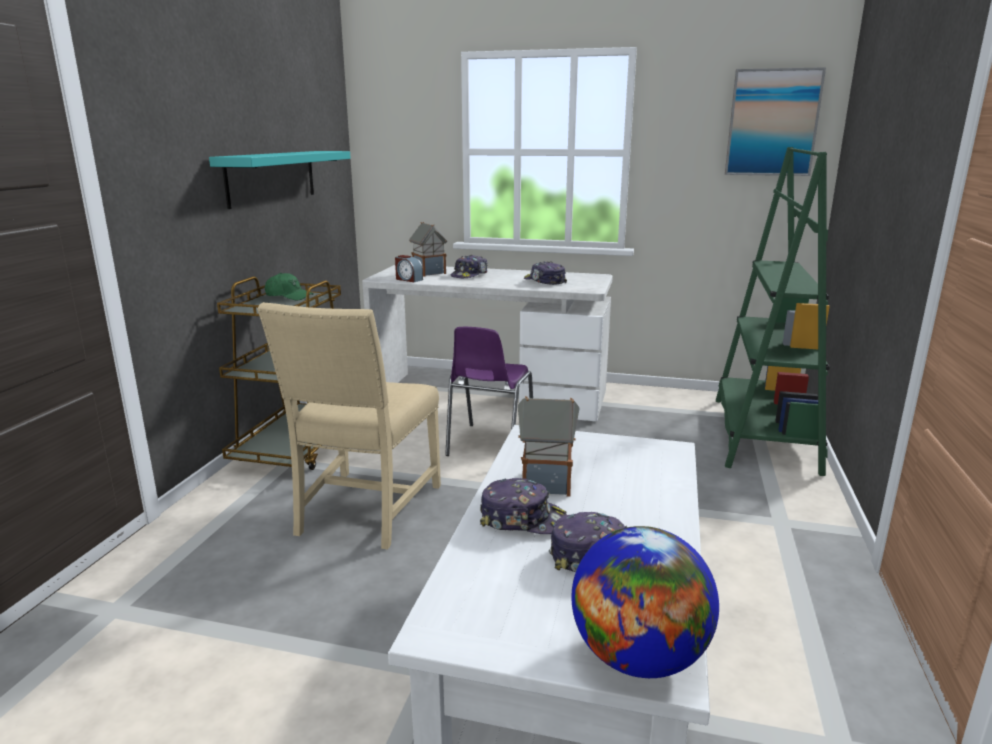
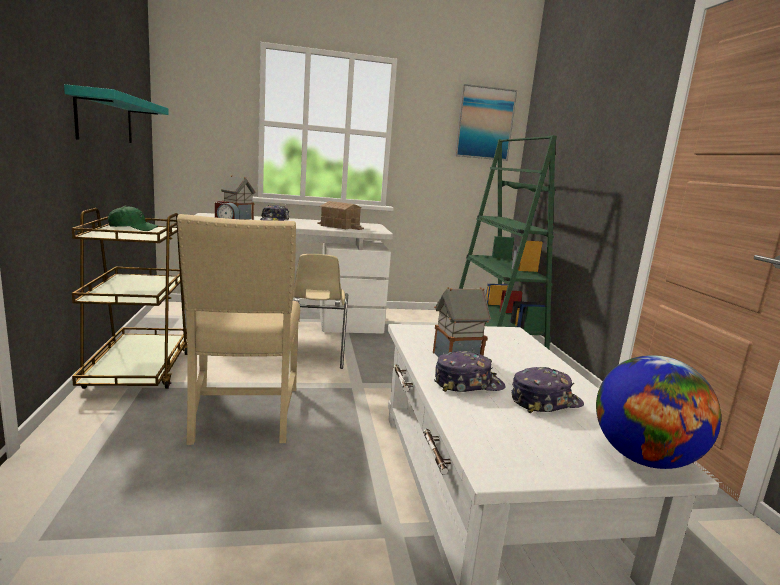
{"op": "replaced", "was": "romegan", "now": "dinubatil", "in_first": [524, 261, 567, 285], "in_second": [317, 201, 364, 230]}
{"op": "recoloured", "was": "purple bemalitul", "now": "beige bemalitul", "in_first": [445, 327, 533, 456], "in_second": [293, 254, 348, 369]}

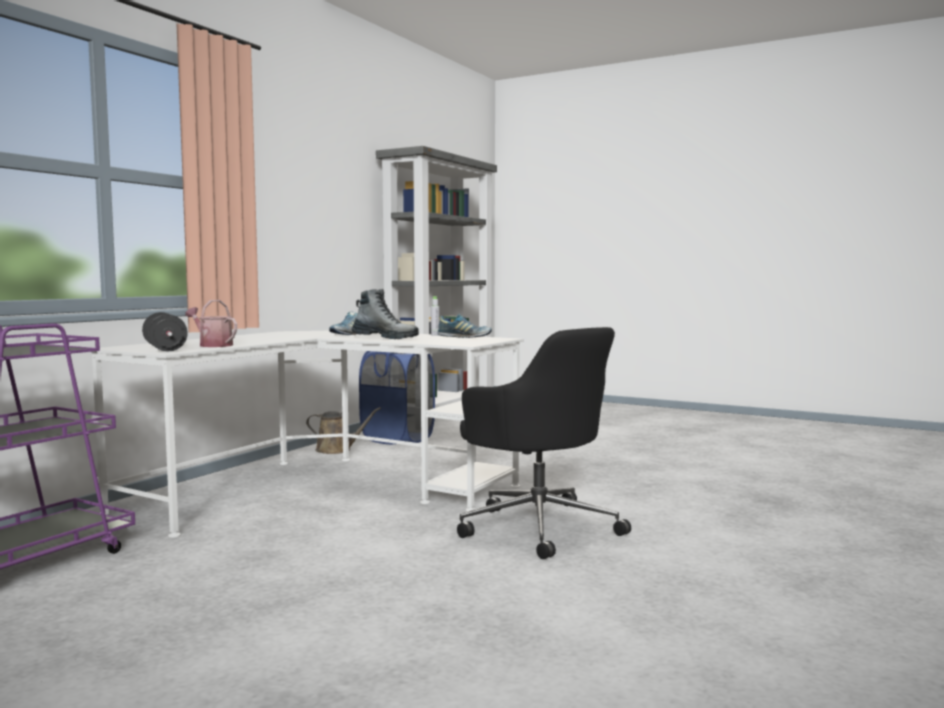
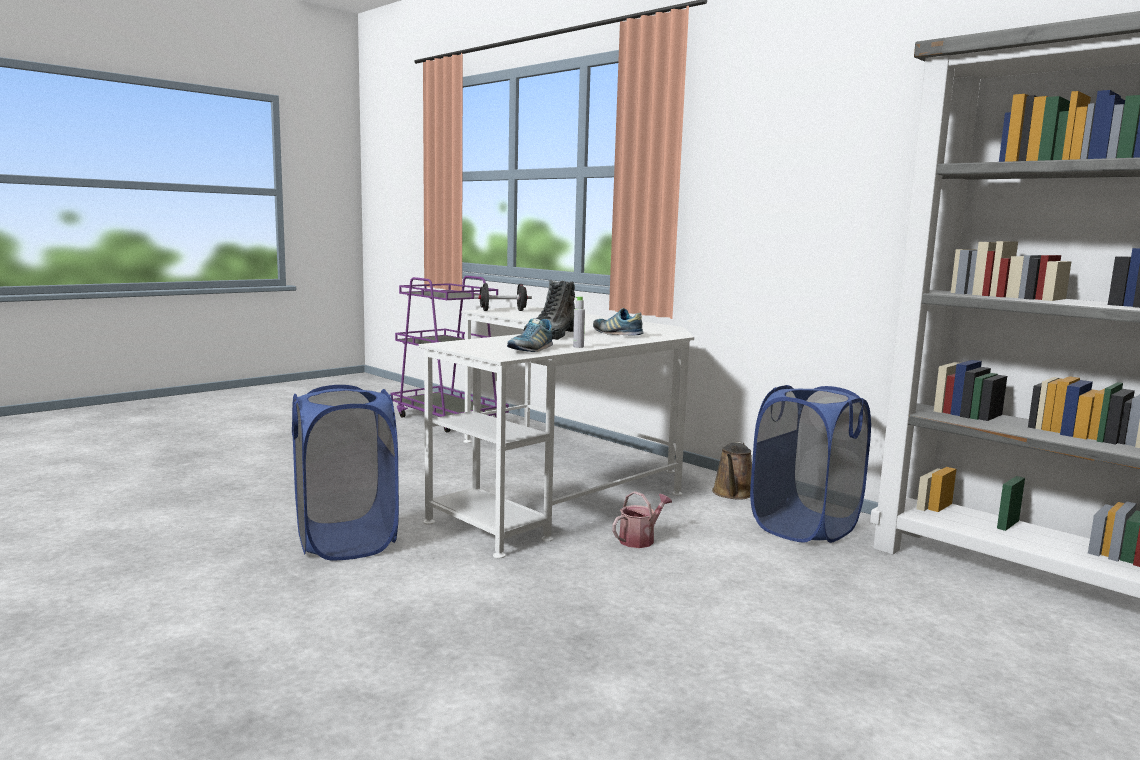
{"op": "moved", "was": "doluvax", "in_first": [185, 300, 237, 347], "in_second": [612, 491, 672, 548]}
{"op": "replaced", "was": "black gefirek", "now": "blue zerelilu", "in_first": [457, 327, 631, 559], "in_second": [292, 385, 399, 560]}

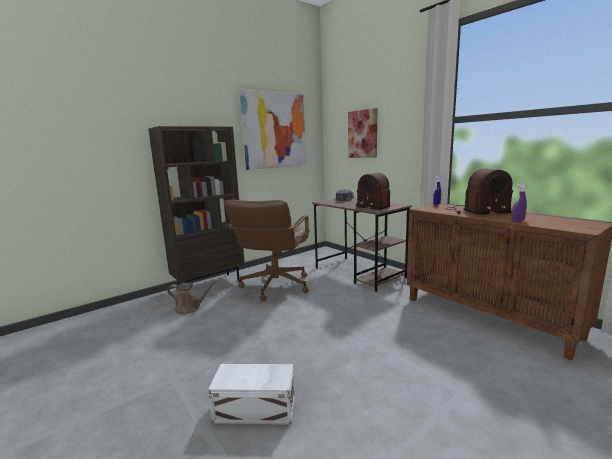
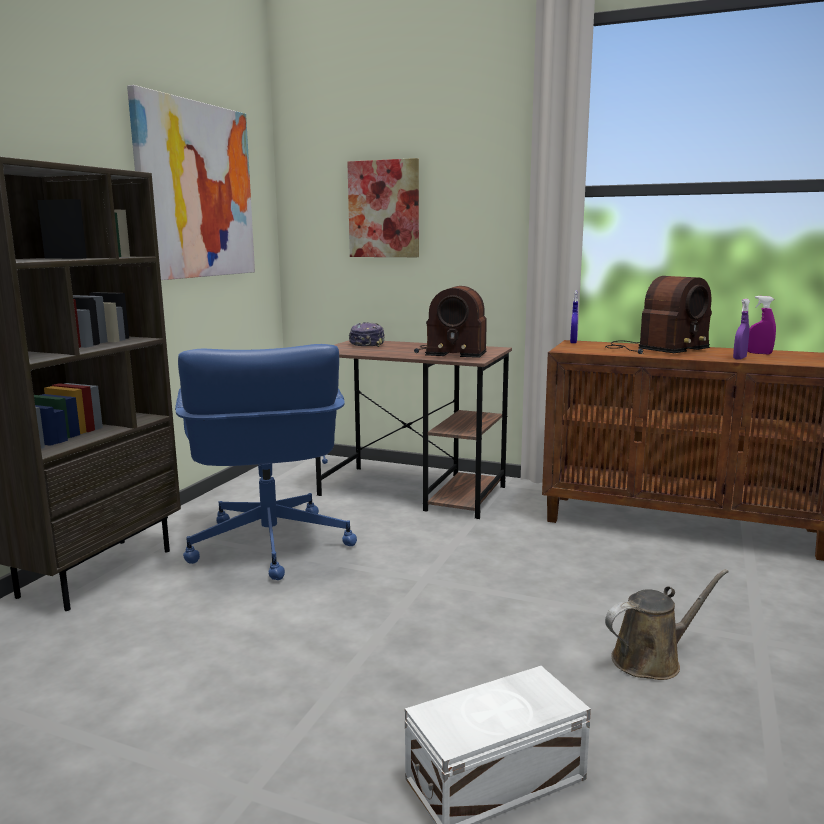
{"op": "added", "now": "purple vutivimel", "in_second": [748, 296, 776, 354]}
{"op": "moved", "was": "brown doluvax", "in_first": [167, 281, 216, 314], "in_second": [605, 569, 729, 680]}
{"op": "recoloured", "was": "brown gefirek", "now": "blue gefirek", "in_first": [224, 200, 310, 301], "in_second": [175, 344, 357, 580]}

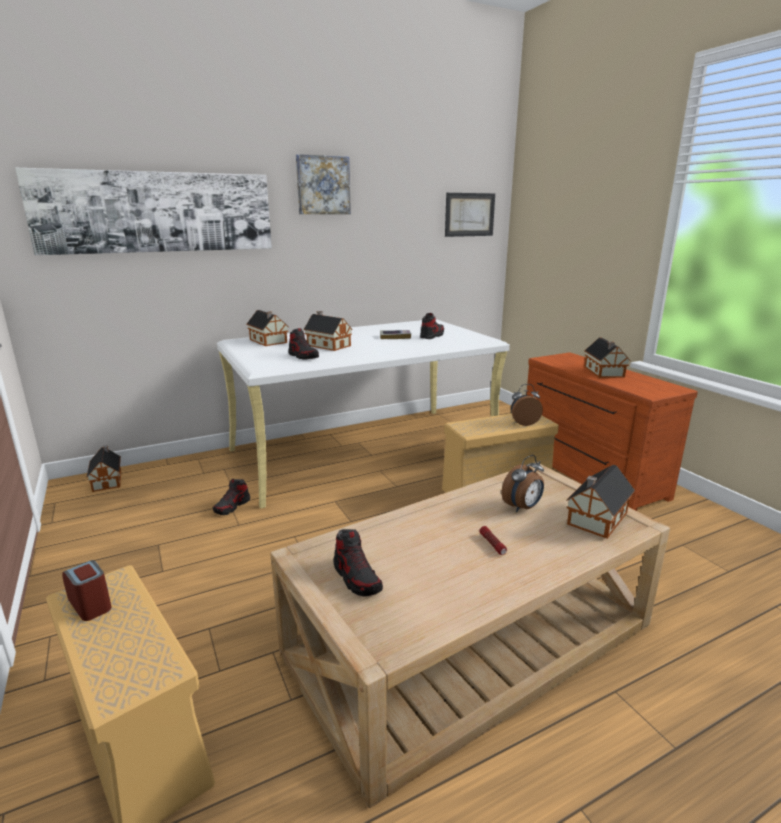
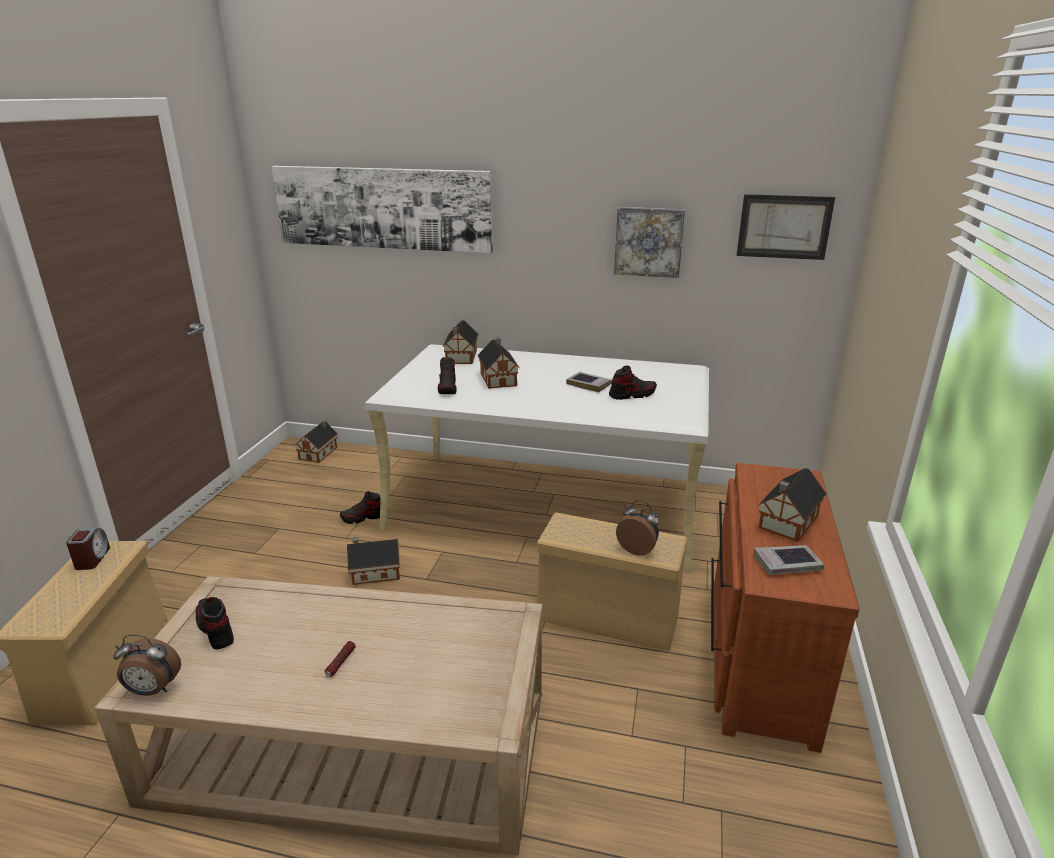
{"op": "added", "now": "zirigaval", "in_second": [753, 545, 824, 575]}
{"op": "moved", "was": "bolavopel", "in_first": [296, 154, 351, 214], "in_second": [614, 207, 685, 278]}
{"op": "moved", "was": "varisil", "in_first": [502, 455, 544, 512], "in_second": [113, 634, 181, 696]}
{"op": "moved", "was": "dinubatil", "in_first": [566, 465, 635, 539], "in_second": [347, 537, 400, 585]}
{"op": "turned", "was": "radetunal", "in_first": [333, 529, 383, 597], "in_second": [196, 597, 234, 650], "clockwise": 135}

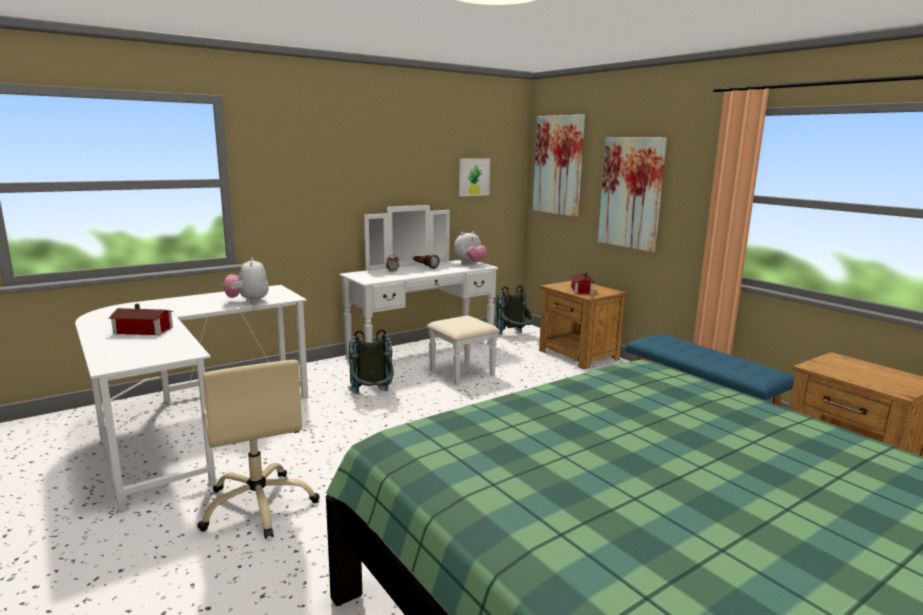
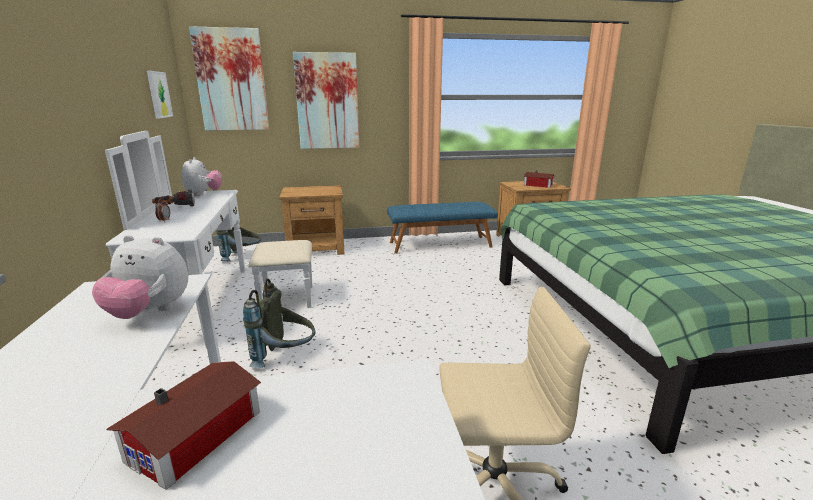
{"op": "moved", "was": "dinubatil", "in_first": [570, 273, 595, 294], "in_second": [524, 170, 554, 188]}

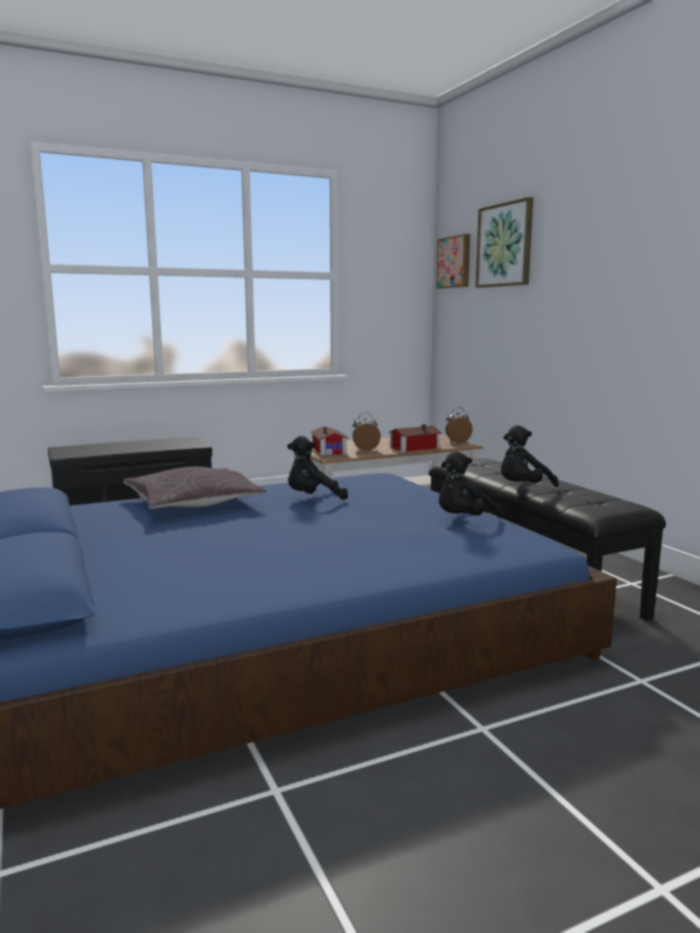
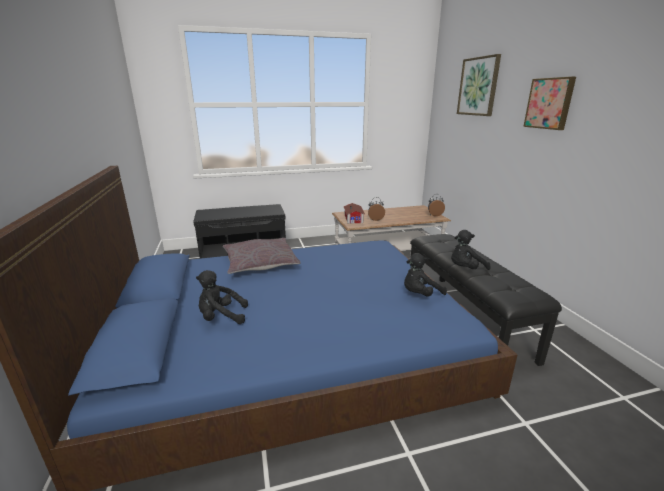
{"op": "removed", "was": "dinubatil", "in_first": [388, 424, 442, 452]}
{"op": "moved", "was": "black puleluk", "in_first": [287, 436, 348, 500], "in_second": [196, 270, 248, 324]}
{"op": "moved", "was": "bolavopel", "in_first": [436, 234, 470, 289], "in_second": [523, 77, 576, 130]}

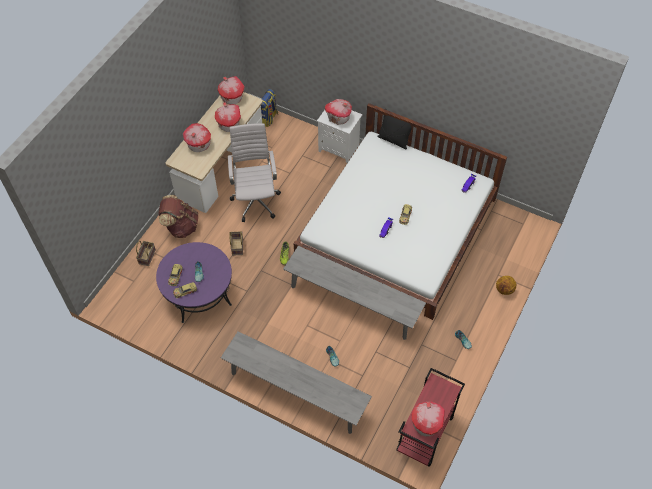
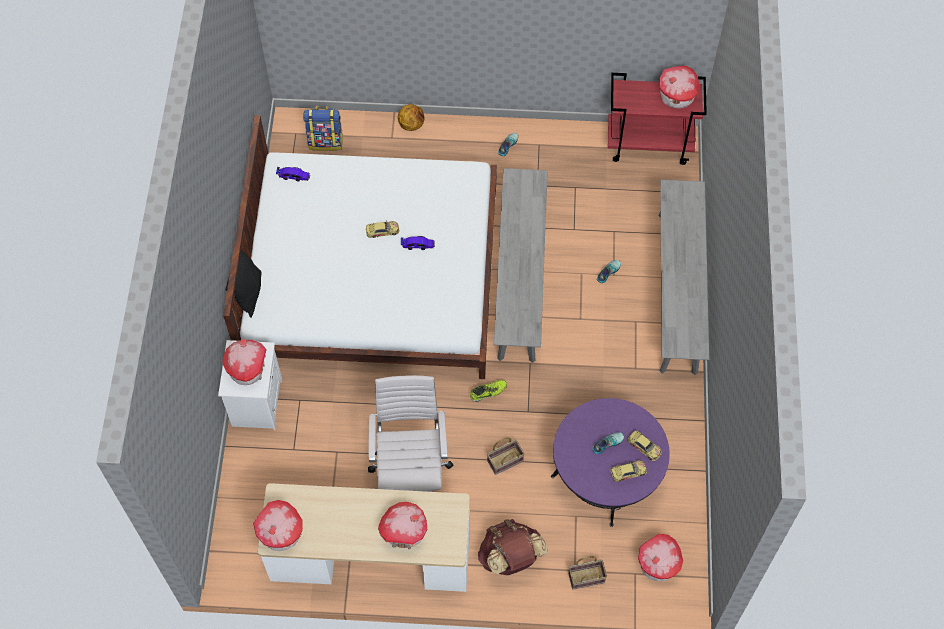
{"op": "moved", "was": "dinubatil", "in_first": [215, 102, 241, 132], "in_second": [638, 534, 683, 581]}
{"op": "moved", "was": "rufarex", "in_first": [261, 89, 278, 127], "in_second": [303, 106, 343, 151]}
{"op": "turned", "was": "white gefirek", "in_first": [228, 123, 281, 222], "in_second": [368, 375, 454, 492], "clockwise": 120}

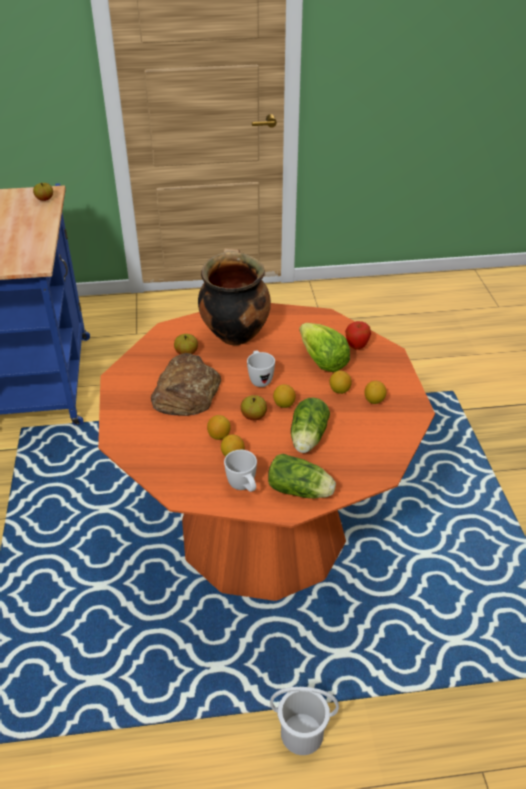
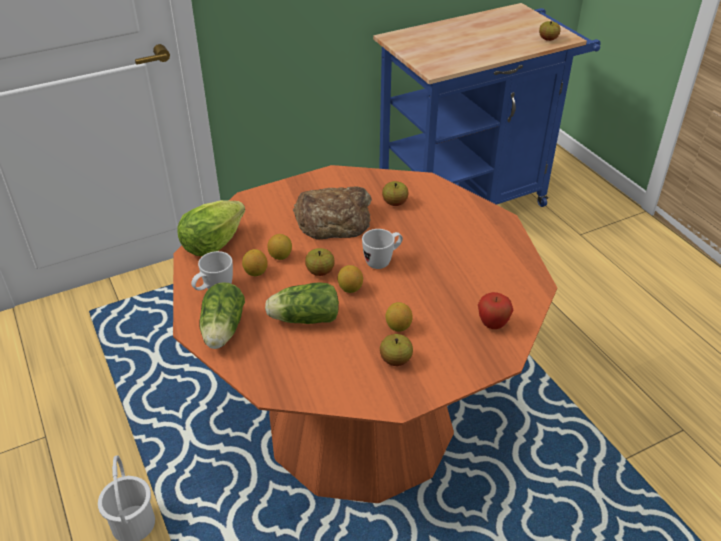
{"op": "removed", "was": "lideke", "in_first": [198, 248, 271, 345]}
{"op": "moved", "was": "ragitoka", "in_first": [299, 323, 350, 372], "in_second": [177, 200, 245, 256]}
{"op": "replaced", "was": "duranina", "now": "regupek", "in_first": [364, 381, 387, 404], "in_second": [380, 334, 413, 366]}

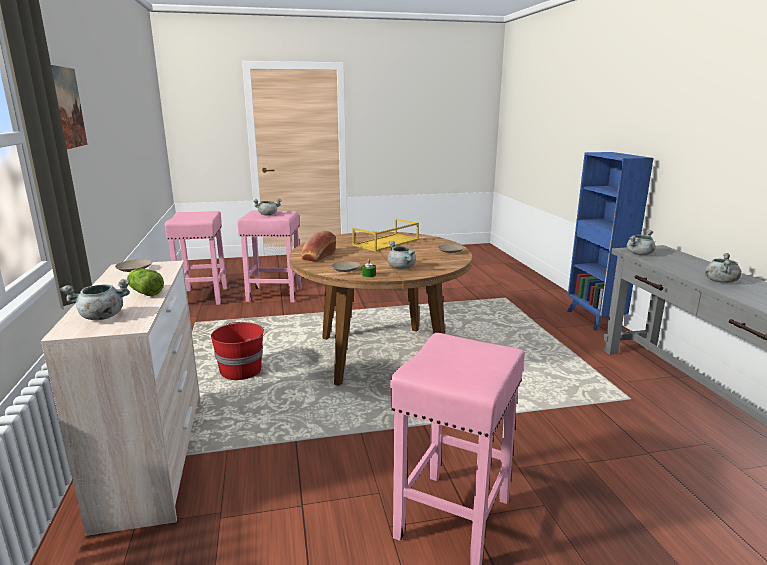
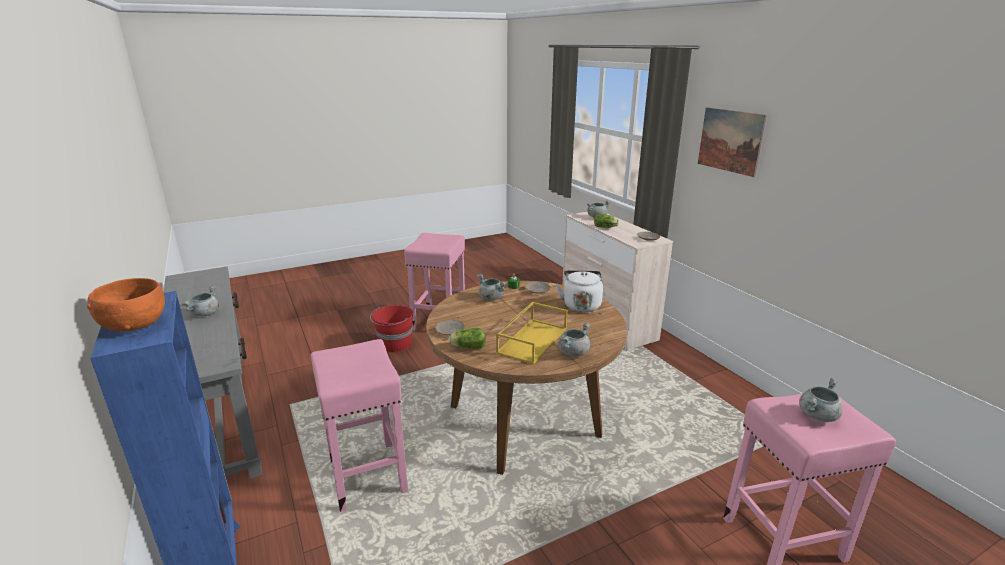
{"op": "added", "now": "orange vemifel", "in_second": [87, 278, 165, 331]}
{"op": "added", "now": "ragitoka", "in_second": [448, 328, 486, 349]}
{"op": "moved", "was": "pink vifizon", "in_first": [165, 211, 227, 305], "in_second": [311, 339, 408, 512]}
{"op": "moved", "was": "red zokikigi", "in_first": [211, 322, 266, 380], "in_second": [370, 305, 414, 352]}
{"op": "moved", "was": "grey lideke", "in_first": [627, 230, 656, 255], "in_second": [558, 323, 590, 357]}
{"op": "replaced", "was": "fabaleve", "now": "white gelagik", "in_first": [301, 231, 336, 261], "in_second": [556, 270, 603, 312]}

